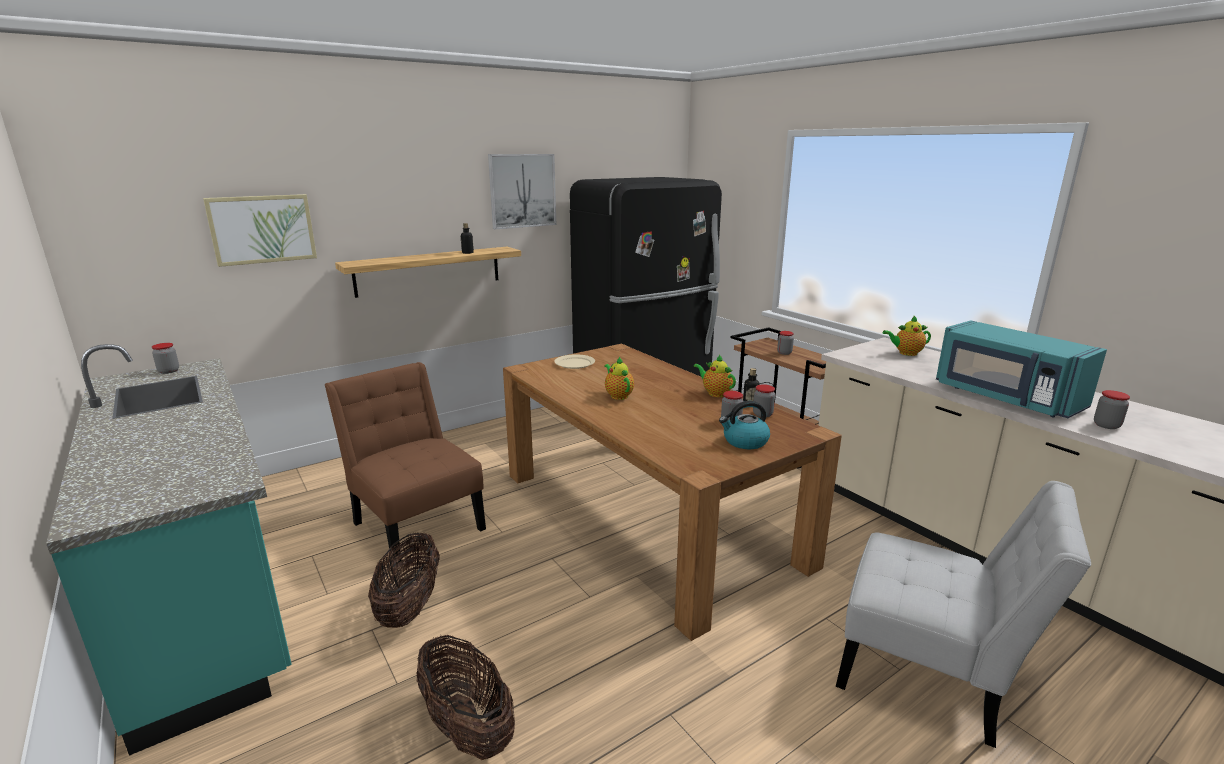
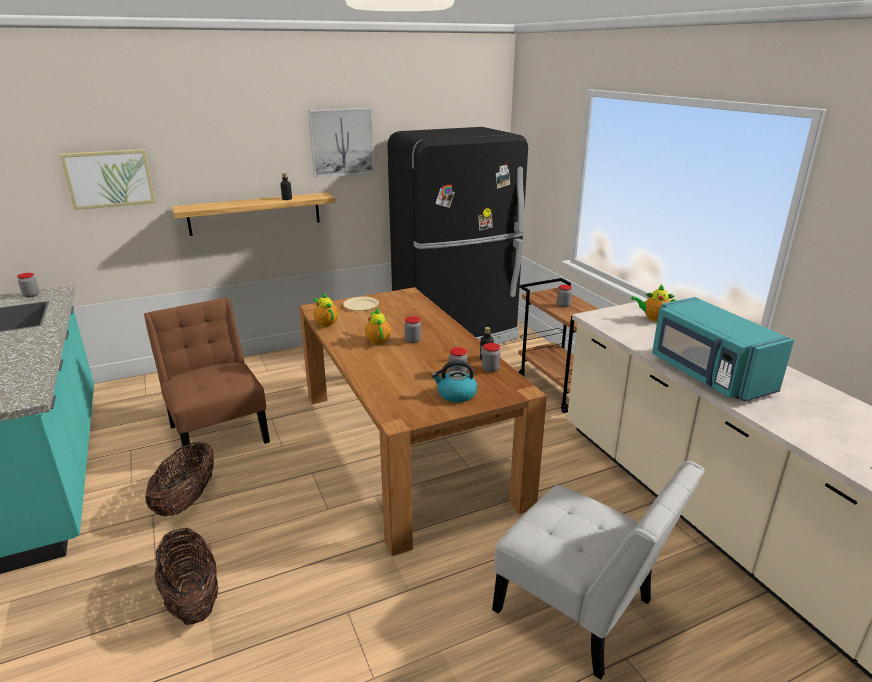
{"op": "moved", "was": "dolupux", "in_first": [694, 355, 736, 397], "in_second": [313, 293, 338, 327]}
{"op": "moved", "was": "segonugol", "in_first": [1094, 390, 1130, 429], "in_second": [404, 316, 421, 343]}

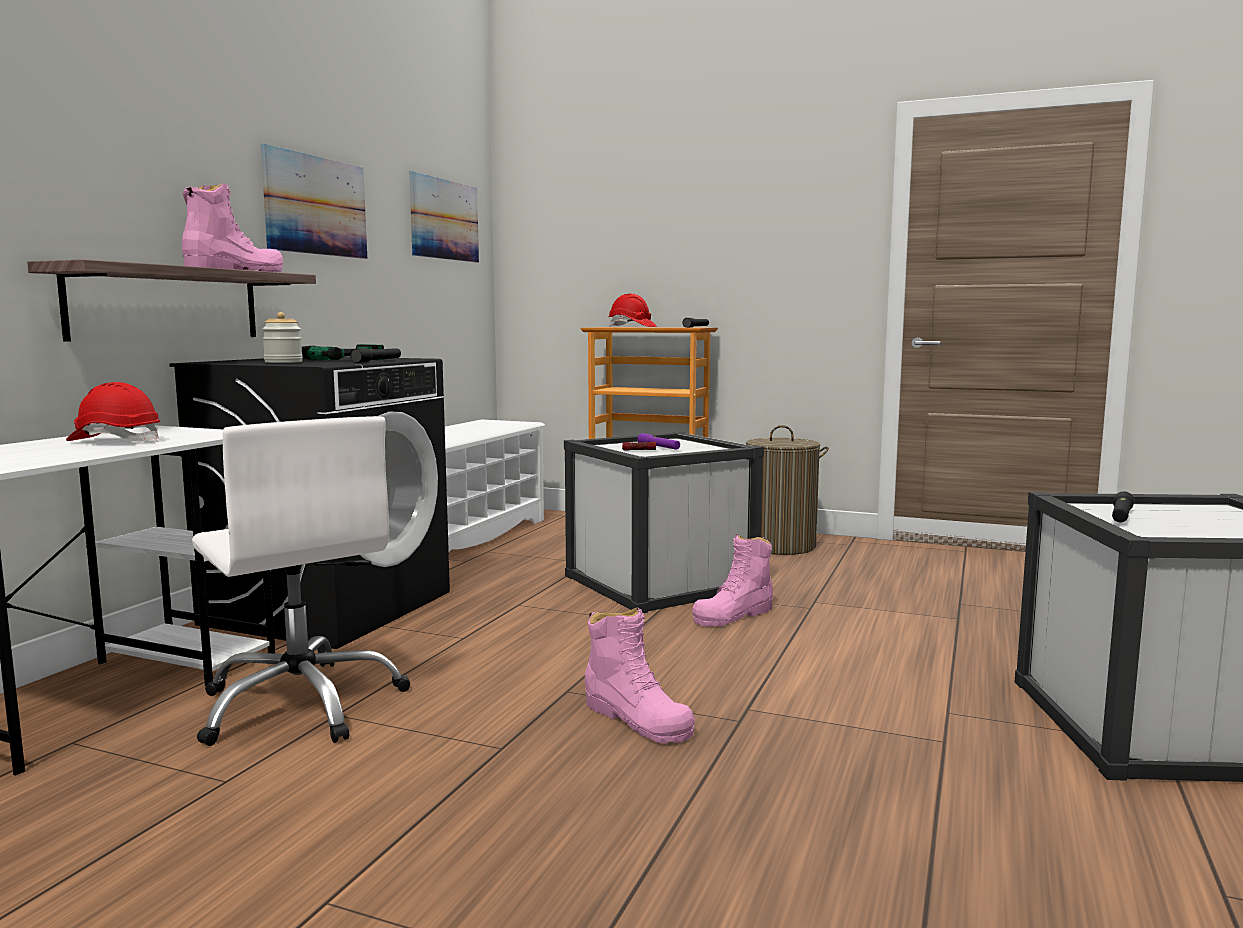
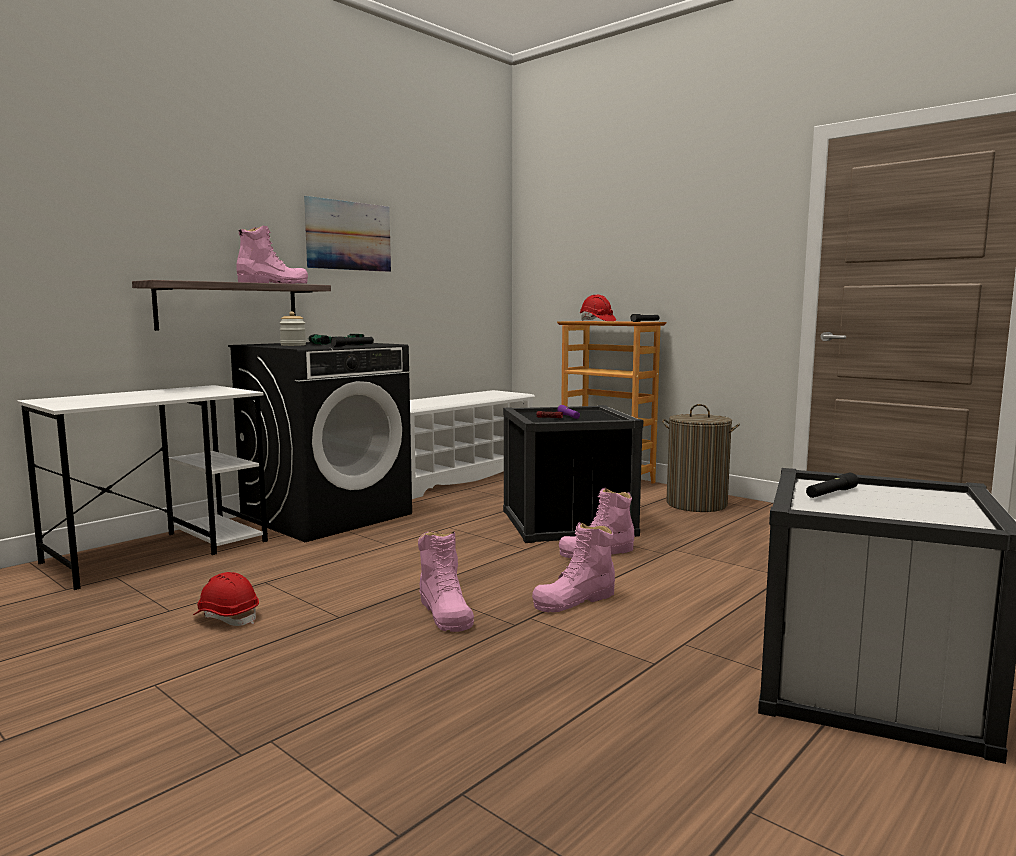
{"op": "removed", "was": "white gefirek", "in_first": [192, 416, 410, 746]}
{"op": "removed", "was": "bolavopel", "in_first": [409, 171, 479, 262]}
{"op": "added", "now": "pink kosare", "in_second": [532, 522, 615, 612]}
{"op": "moved", "was": "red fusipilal", "in_first": [66, 382, 160, 442], "in_second": [193, 572, 259, 626]}
{"op": "recoloured", "was": "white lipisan", "now": "black lipisan", "in_first": [564, 431, 764, 614], "in_second": [503, 405, 643, 543]}

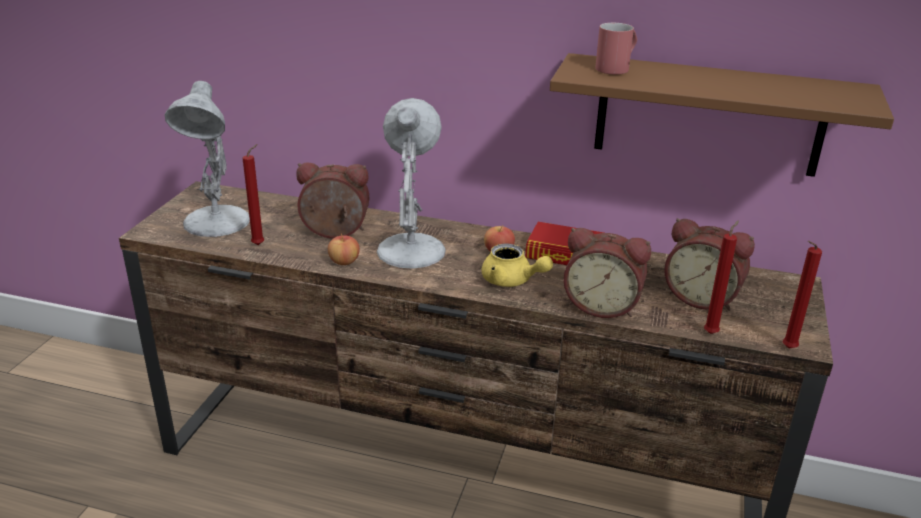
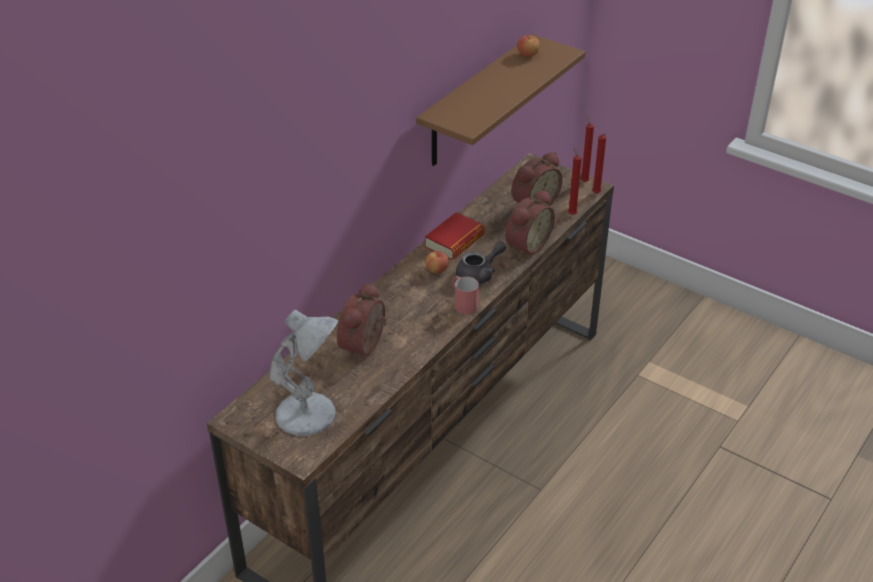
{"op": "removed", "was": "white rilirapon", "in_first": [377, 98, 446, 269]}
{"op": "moved", "was": "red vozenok", "in_first": [243, 144, 264, 245], "in_second": [580, 115, 594, 182]}
{"op": "moved", "was": "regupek", "in_first": [328, 234, 360, 265], "in_second": [517, 35, 540, 57]}
{"op": "moved", "was": "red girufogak", "in_first": [595, 23, 637, 74], "in_second": [452, 276, 479, 315]}
{"op": "recoloured", "was": "yellow dolupux", "now": "grey dolupux", "in_first": [482, 244, 553, 287], "in_second": [456, 241, 506, 284]}

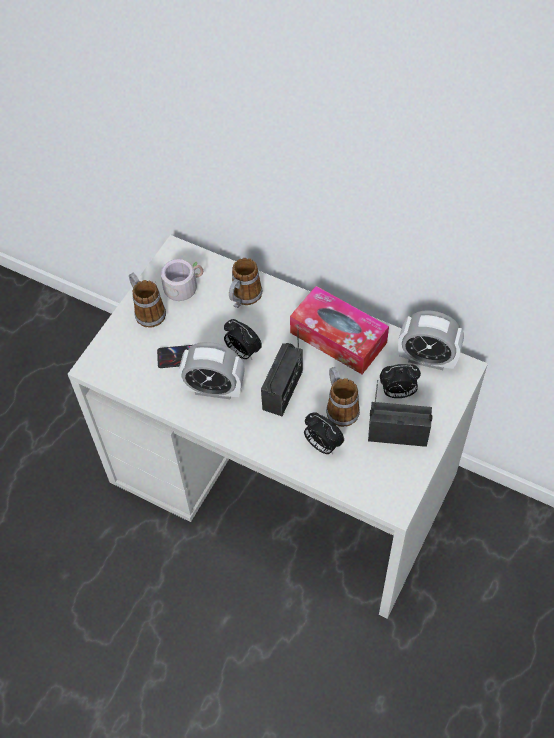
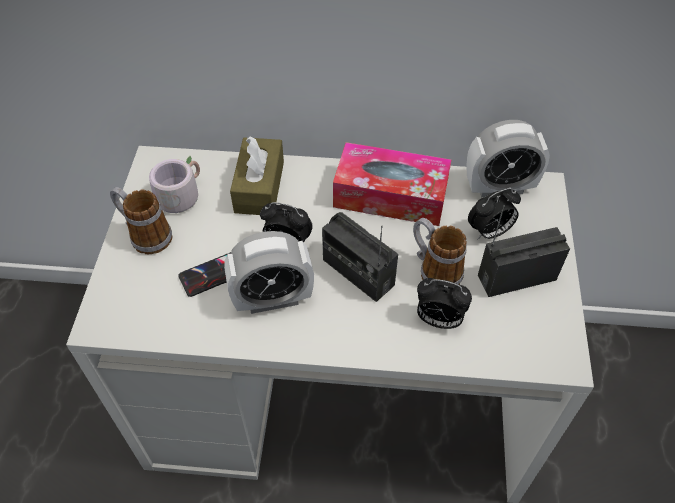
{"op": "replaced", "was": "girufogak", "now": "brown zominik", "in_first": [229, 258, 262, 308], "in_second": [230, 136, 284, 215]}
{"op": "turned", "was": "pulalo", "in_first": [261, 325, 303, 416], "in_second": [322, 212, 398, 302], "clockwise": 135}

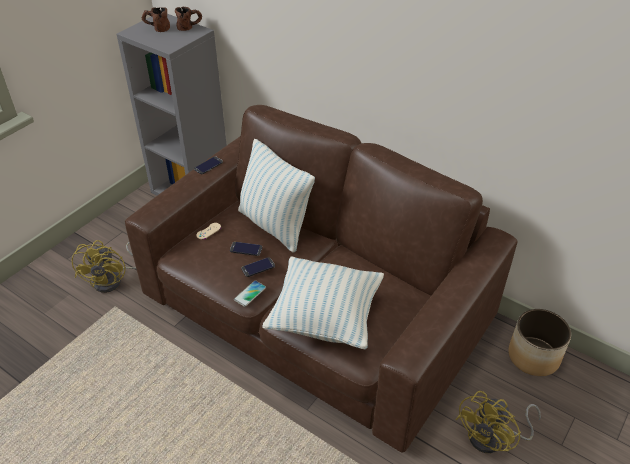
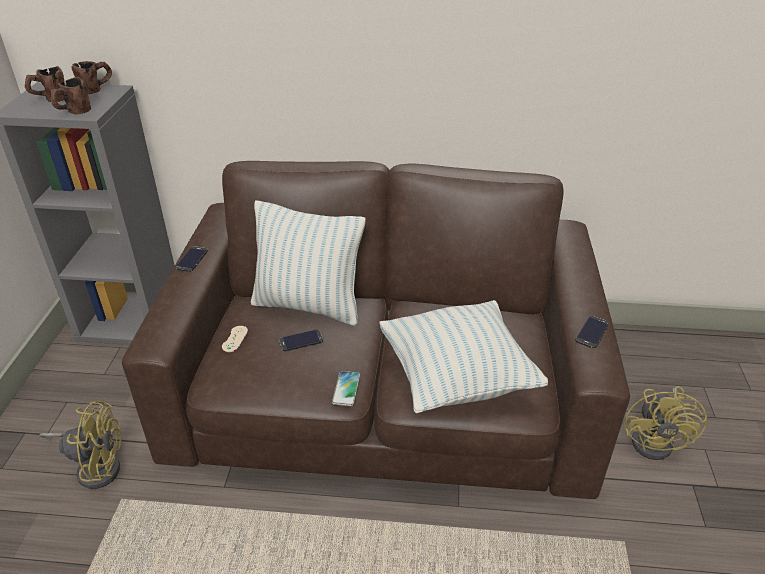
{"op": "removed", "was": "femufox", "in_first": [508, 309, 571, 376]}
{"op": "added", "now": "brown girufogak", "in_second": [51, 77, 91, 114]}
{"op": "moved", "was": "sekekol", "in_first": [242, 257, 275, 277], "in_second": [576, 316, 609, 348]}
{"op": "turned", "was": "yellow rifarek", "in_first": [72, 240, 136, 293], "in_second": [39, 401, 122, 489], "clockwise": -60}

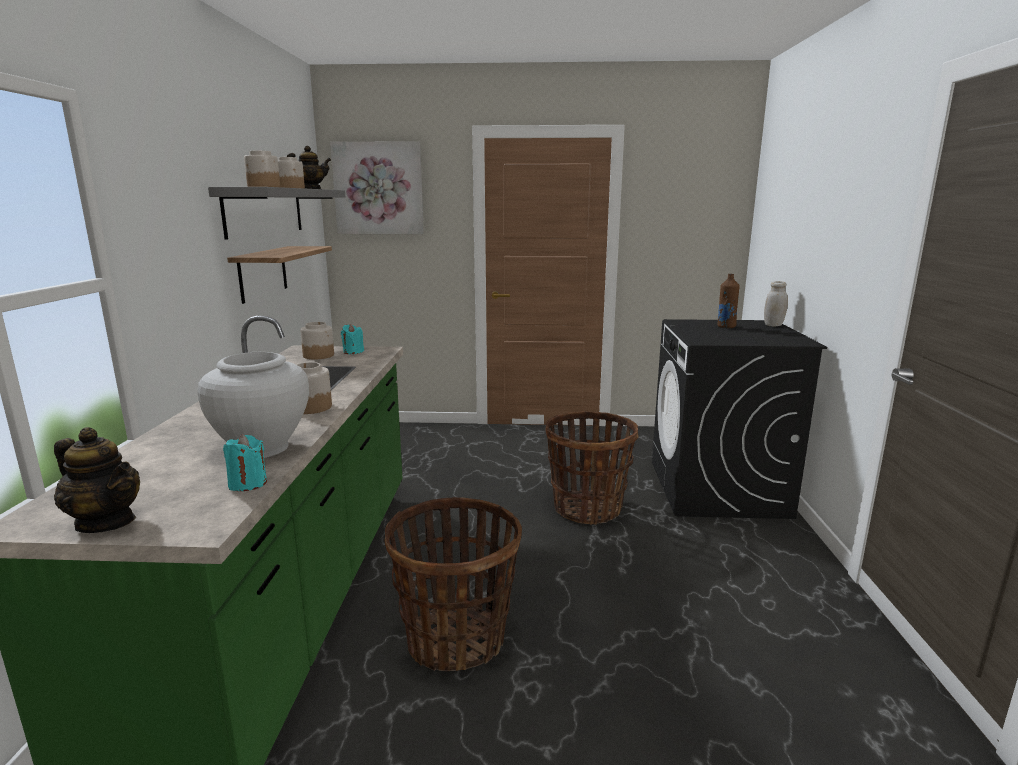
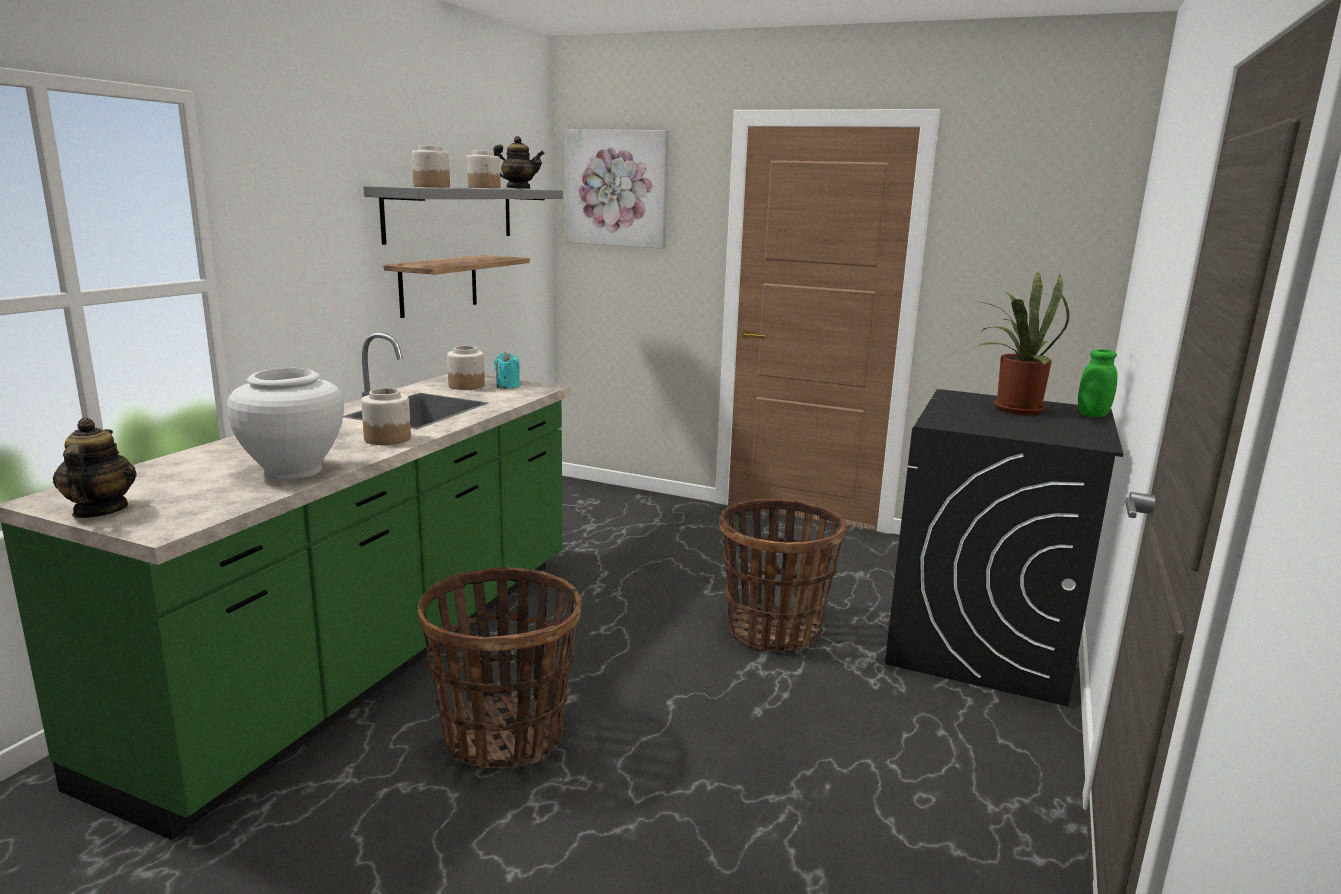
{"op": "removed", "was": "turquoise vozenok", "in_first": [223, 434, 267, 491]}
{"op": "replaced", "was": "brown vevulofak", "now": "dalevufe", "in_first": [718, 274, 740, 328], "in_second": [976, 271, 1070, 415]}
{"op": "recoloured", "was": "white segonugol", "now": "green segonugol", "in_first": [764, 281, 788, 327], "in_second": [1078, 349, 1117, 417]}
{"op": "turned", "was": "dolupux", "in_first": [54, 427, 140, 533], "in_second": [53, 417, 137, 518], "clockwise": -150}

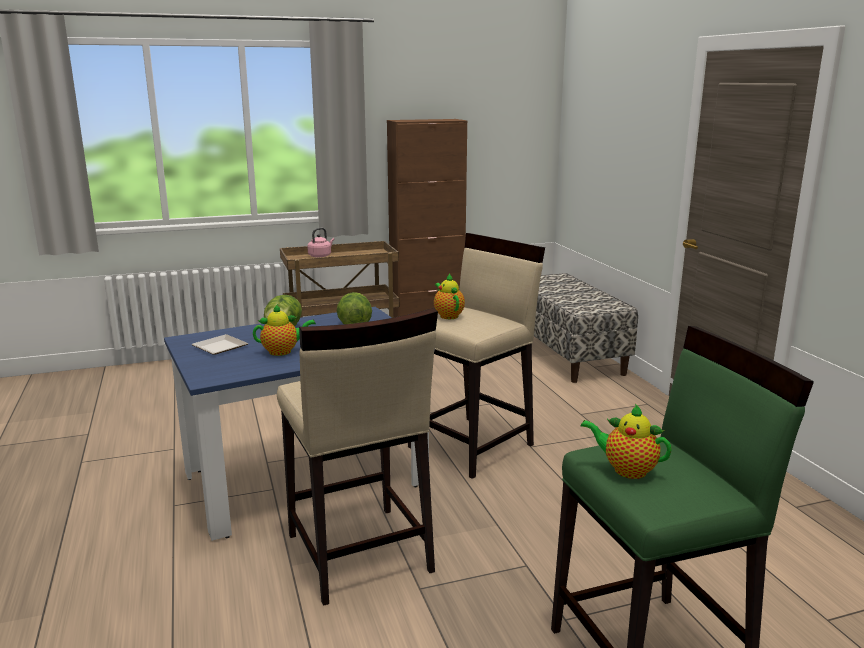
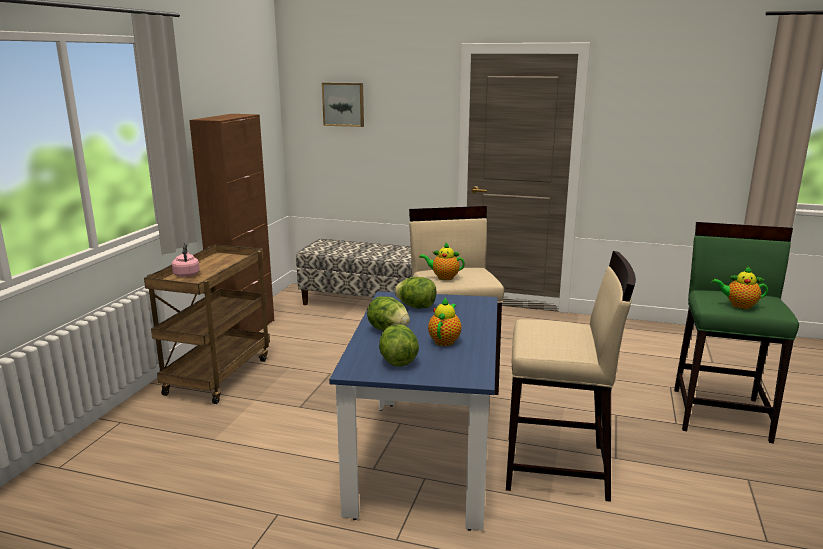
{"op": "added", "now": "bolavopel", "in_second": [322, 83, 364, 127]}
{"op": "replaced", "was": "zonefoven", "now": "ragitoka", "in_first": [191, 334, 249, 355], "in_second": [379, 324, 419, 367]}
{"op": "turned", "was": "dolupux", "in_first": [580, 404, 672, 479], "in_second": [712, 266, 768, 309], "clockwise": 45}

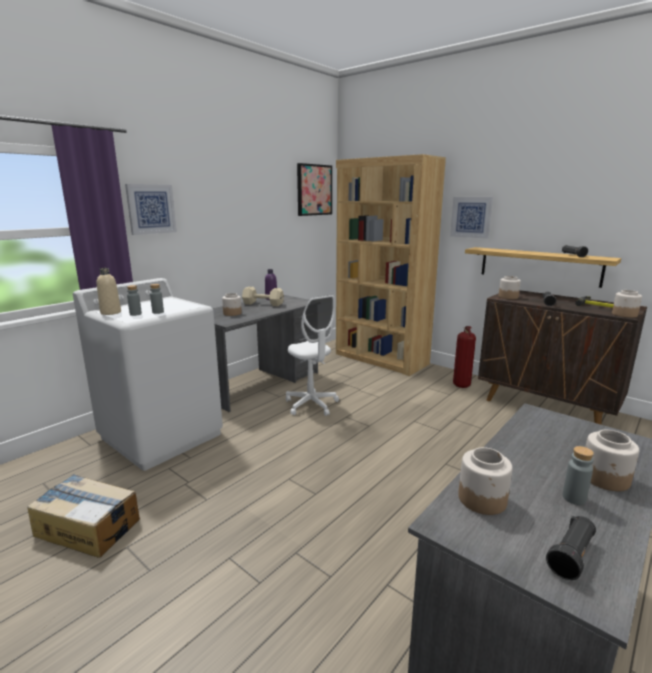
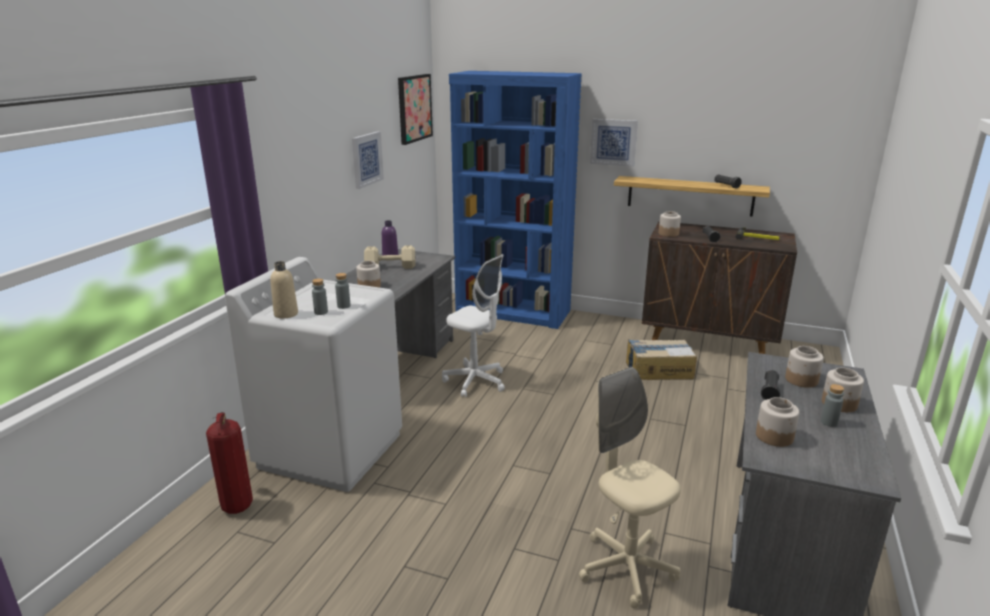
{"op": "added", "now": "beige gefirek", "in_second": [579, 367, 681, 609]}
{"op": "moved", "was": "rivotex", "in_first": [27, 474, 140, 558], "in_second": [626, 340, 697, 380]}
{"op": "moved", "was": "bolavopel", "in_first": [125, 184, 177, 235], "in_second": [352, 131, 384, 189]}
{"op": "moved", "was": "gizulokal", "in_first": [453, 326, 476, 388], "in_second": [206, 412, 253, 514]}
{"op": "moved", "was": "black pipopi", "in_first": [546, 516, 596, 580], "in_second": [761, 370, 780, 400]}
{"op": "moved", "was": "segonugol", "in_first": [612, 290, 642, 318], "in_second": [785, 346, 824, 388]}
{"op": "recoloured", "was": "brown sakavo", "now": "blue sakavo", "in_first": [336, 154, 446, 376], "in_second": [449, 71, 582, 329]}

